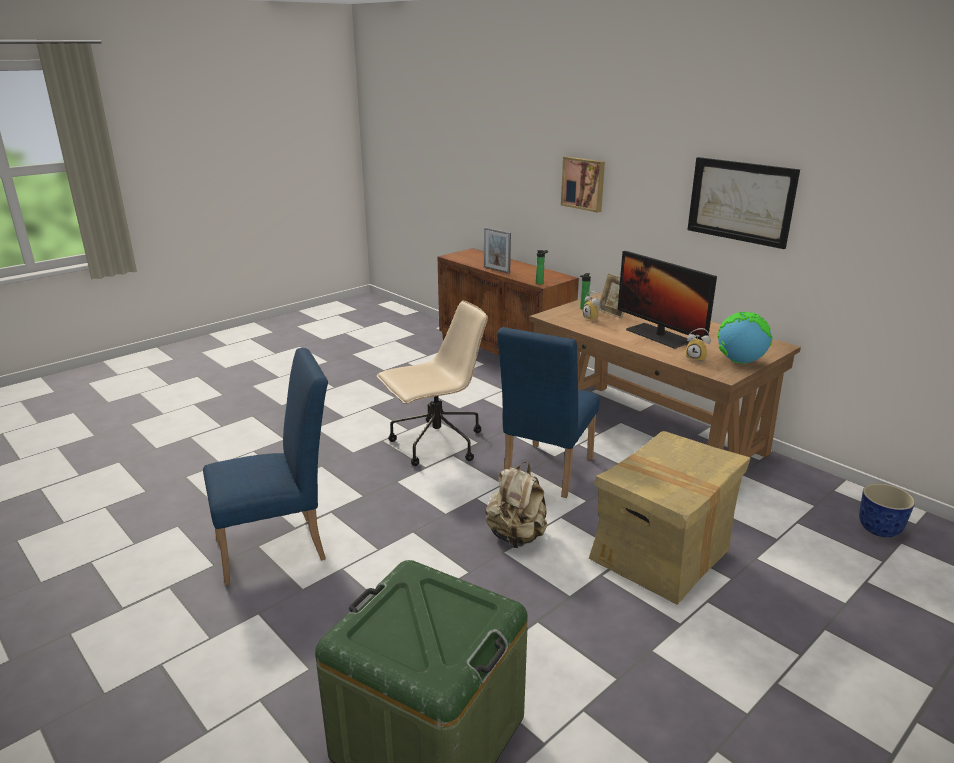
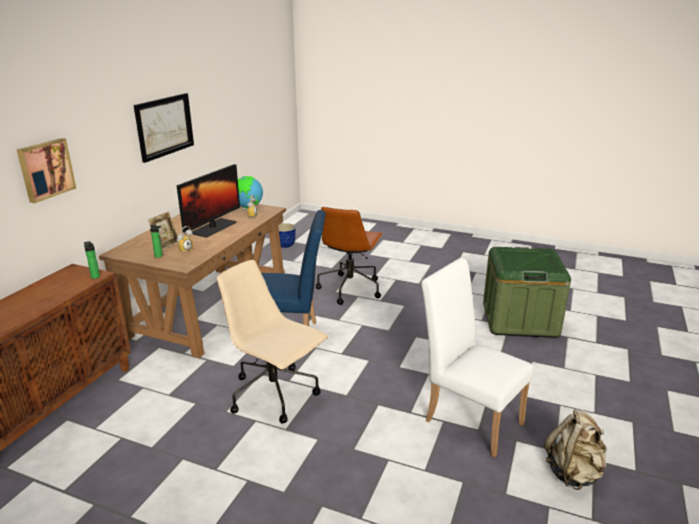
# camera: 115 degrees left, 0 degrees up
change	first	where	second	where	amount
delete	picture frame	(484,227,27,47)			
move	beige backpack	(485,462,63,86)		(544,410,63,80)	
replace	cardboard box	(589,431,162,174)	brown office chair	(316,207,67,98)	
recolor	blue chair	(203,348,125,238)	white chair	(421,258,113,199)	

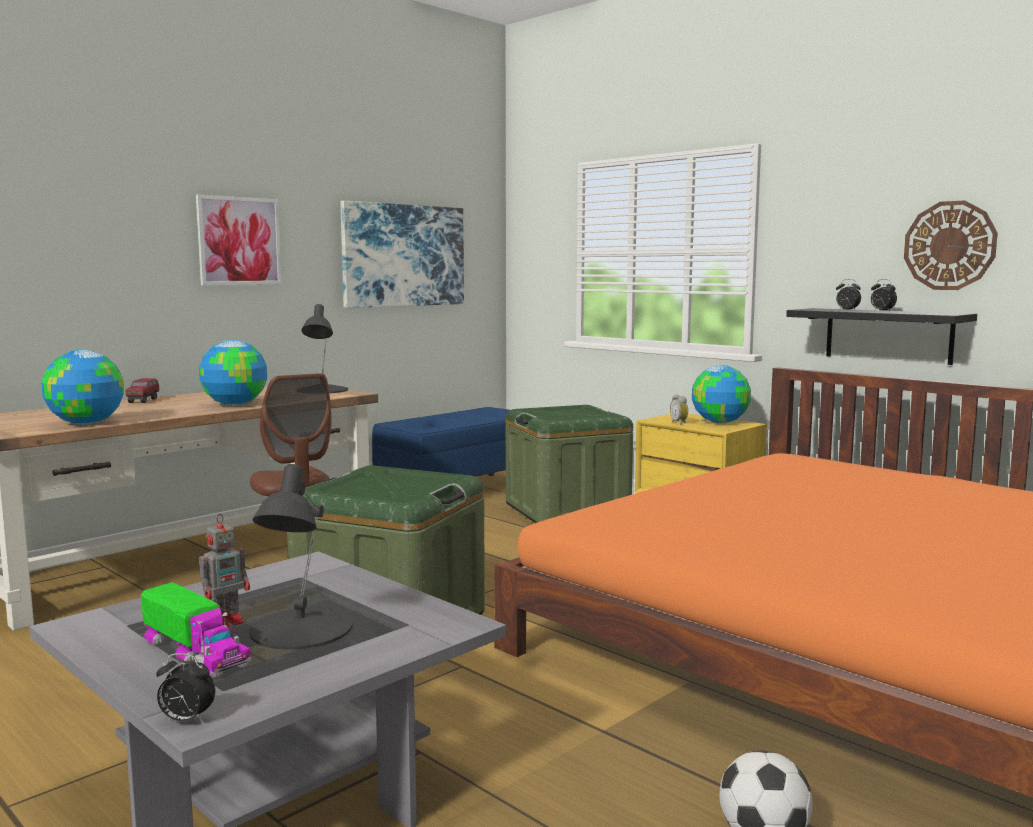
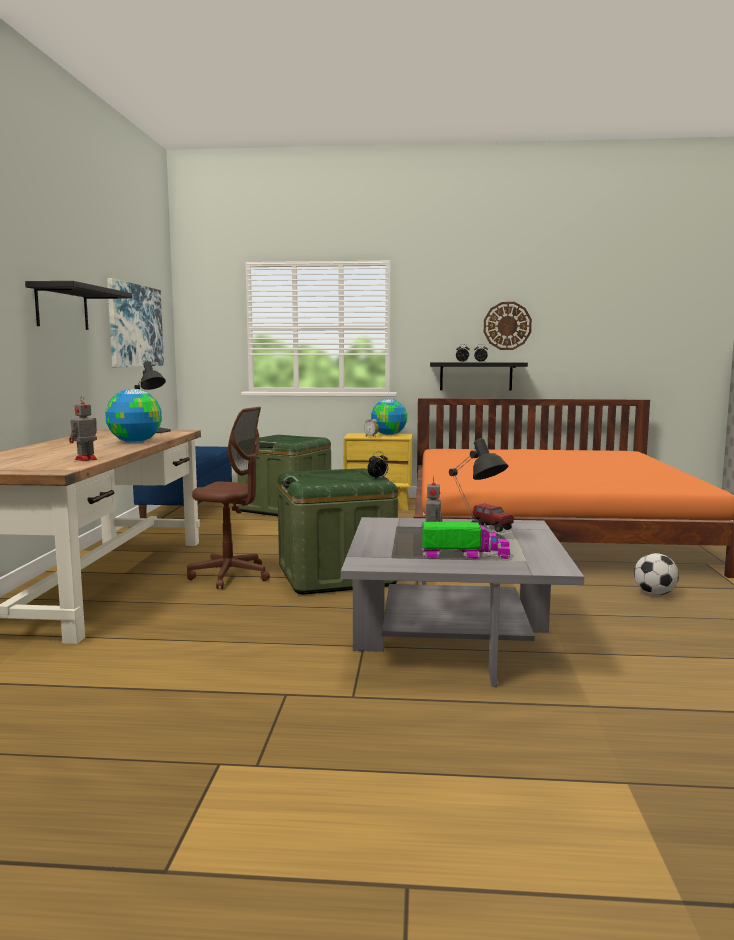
# camera: 40 degrees left, 0 degrees up
change	first	where	second	where	amount
move	toy truck	(125,378,34,25)		(472,504,42,28)	
move	alarm clock	(156,653,59,69)		(367,452,21,27)	
replace	globe	(41,350,83,75)	toy robot	(69,396,28,65)	
replace	picture	(196,195,86,90)	black shelf	(25,281,107,49)	

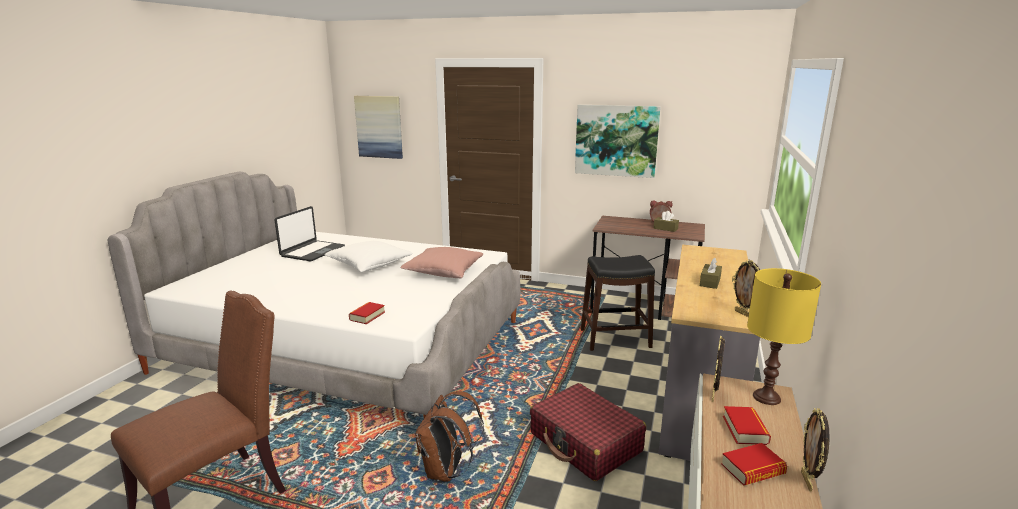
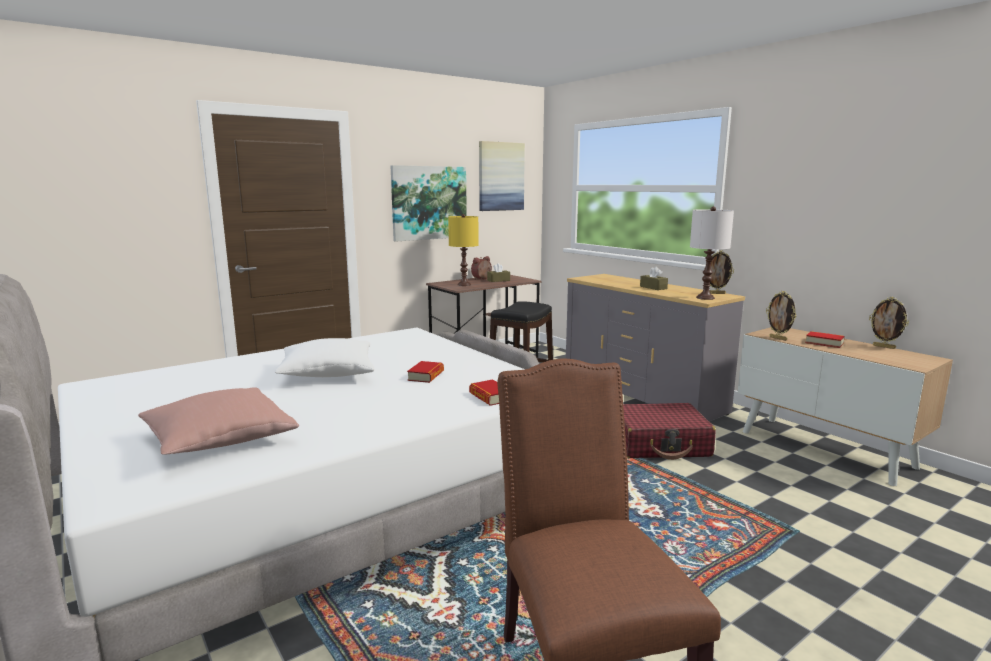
# camera: 55 degrees left, 5 degrees down
change	first	where	second	where	amount
delete	laptop	(275,206,70,55)			
delete	brown backpack	(415,391,69,91)			
insert			white table lamp	(690,207,44,93)	
move	picture	(354,96,49,63)		(479,141,46,70)	
move	pink pillow	(400,247,83,31)		(138,387,161,68)	
move	book	(721,443,66,43)		(407,361,37,22)	
move	yellow table lamp	(747,268,74,137)		(448,214,31,72)	

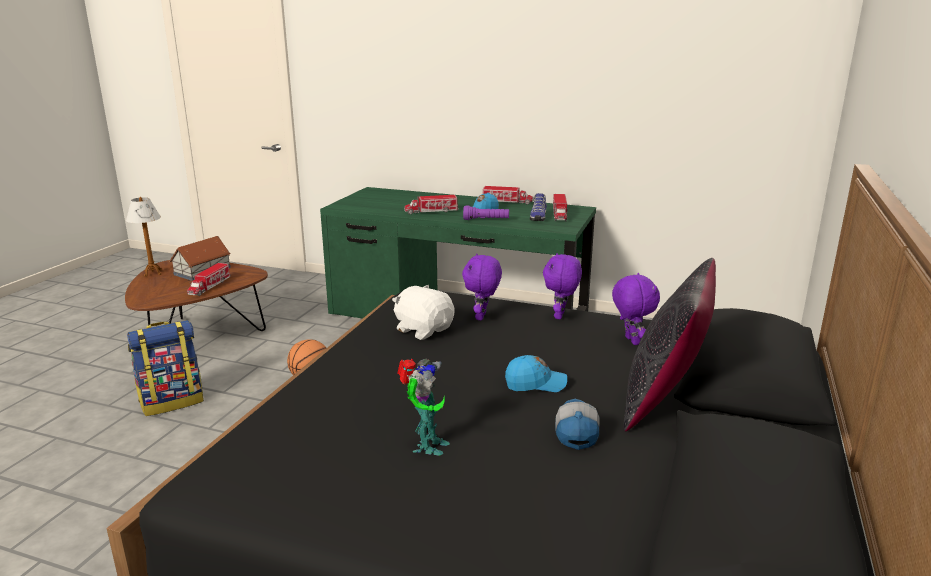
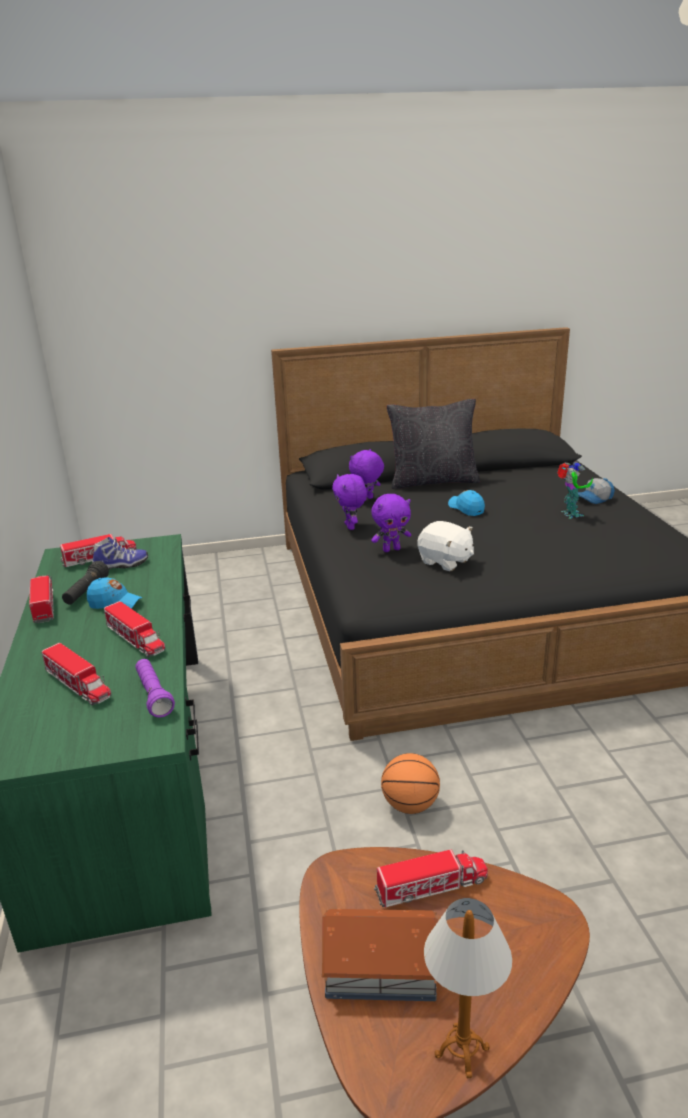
# camera: 120 degrees left, 5 degrees up
change	first	where	second	where	amount
delete	backpack	(127,320,77,96)			
insert			toy truck	(42,643,69,63)	
insert			black flashlight	(62,561,47,43)	
move	purple flashlight	(463,205,46,15)		(135,659,40,59)	
move	cap	(555,399,45,51)		(578,478,37,26)	
rotate	white plush toy	(392,285,63,55)		(417,521,57,50)	60 degrees counterclockwise
rotate	toy robot	(397,359,53,97)		(557,461,36,58)	90 degrees clockwise
rotate	purple plush toy	(543,253,39,66)		(332,474,35,56)	90 degrees clockwise

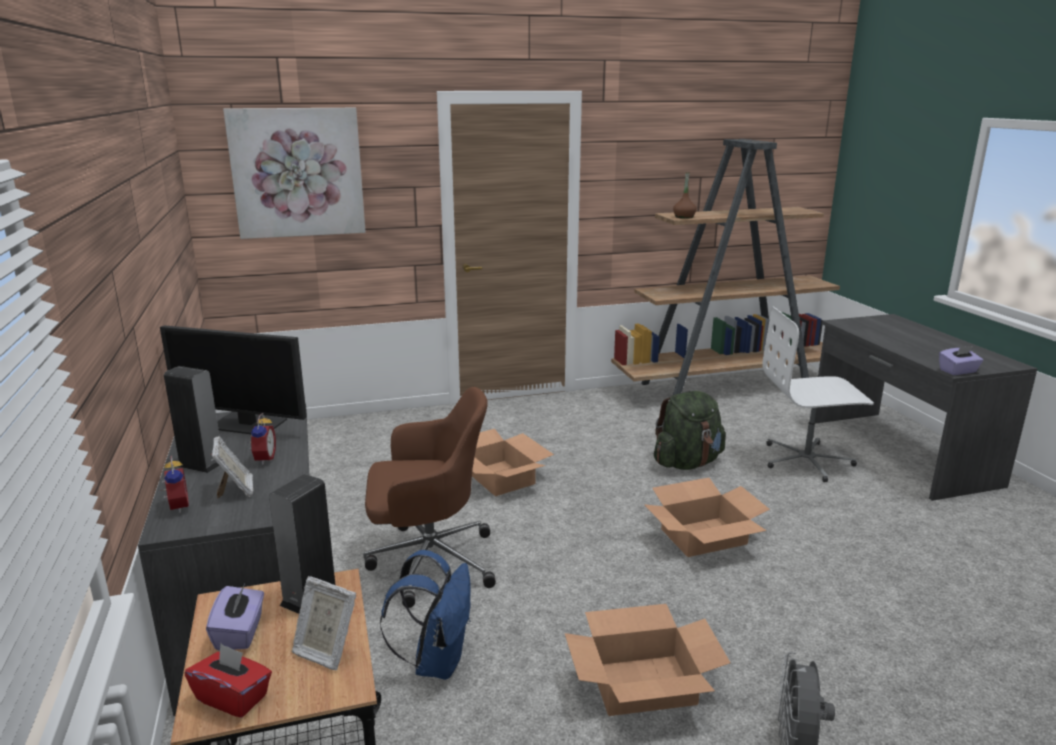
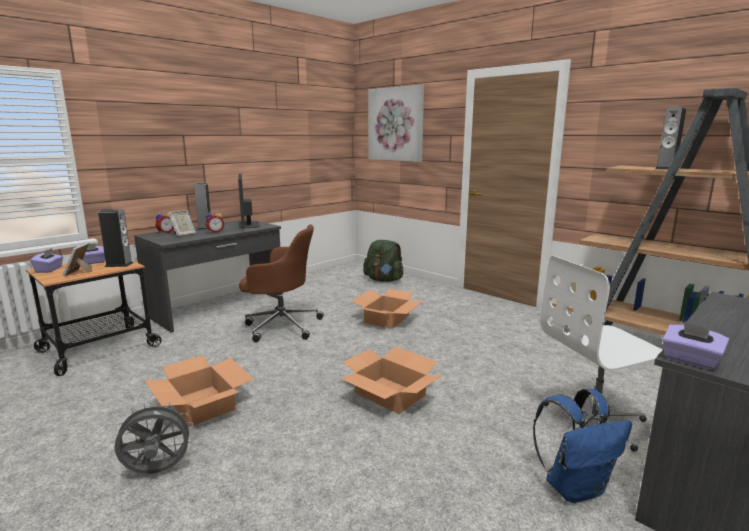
# camera: 60 degrees right, 5 degrees down
change	first	where	second	where	amount
delete	brown bottle	(673,172,24,47)			
insert			speaker	(655,106,31,64)	
move	blue backpack	(380,550,91,130)		(533,389,99,114)	
move	green backpack	(654,391,72,79)		(363,240,40,42)	
recolor	red tissue box	(185,643,87,75)	purple tissue box	(30,248,33,25)	
rotate	brown office chair	(363,387,133,221)		(239,224,85,118)	45 degrees counterclockwise
rotate	white office chair	(762,306,112,176)		(540,256,123,196)	75 degrees counterclockwise

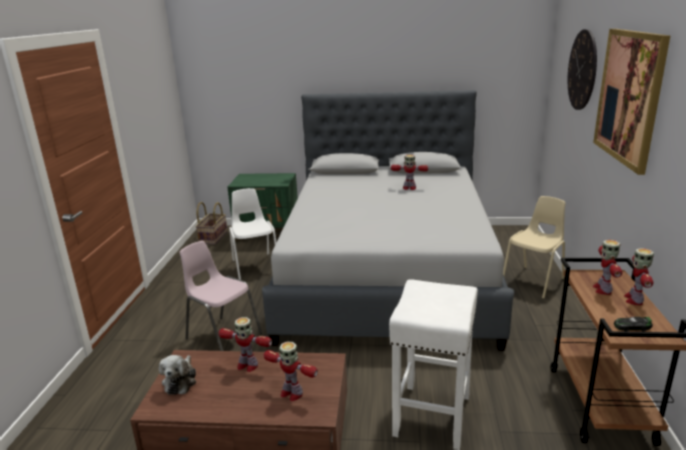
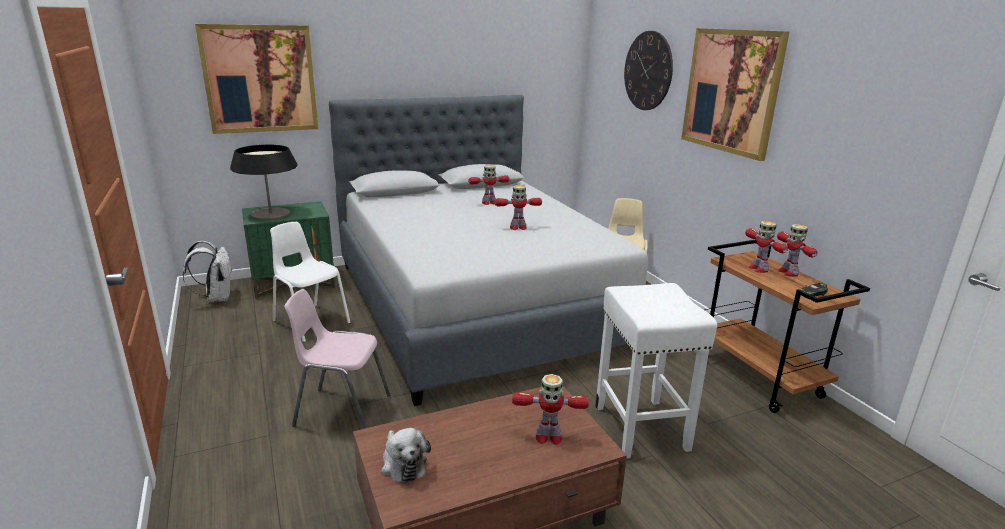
# camera: 30 degrees left, 0 degrees up
change	first	where	second	where	amount
insert			picture	(195,24,123,110)	
insert			table lamp	(230,145,68,75)	
move	toy robot	(218,317,54,55)		(495,185,47,45)	
replace	basket	(196,202,32,43)	white backpack	(182,241,51,61)	

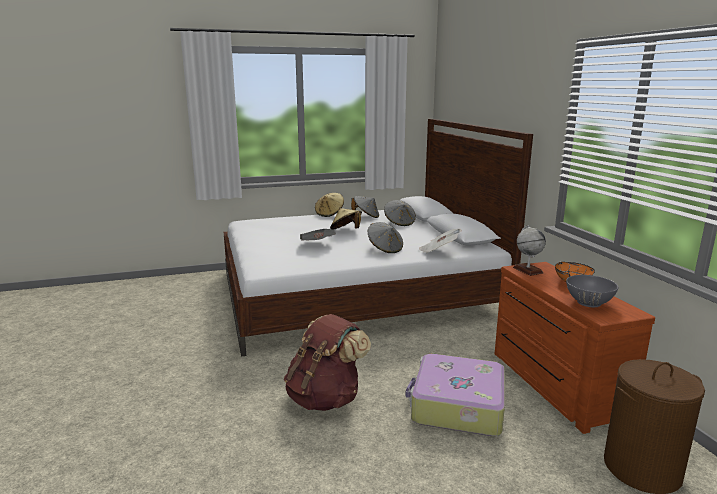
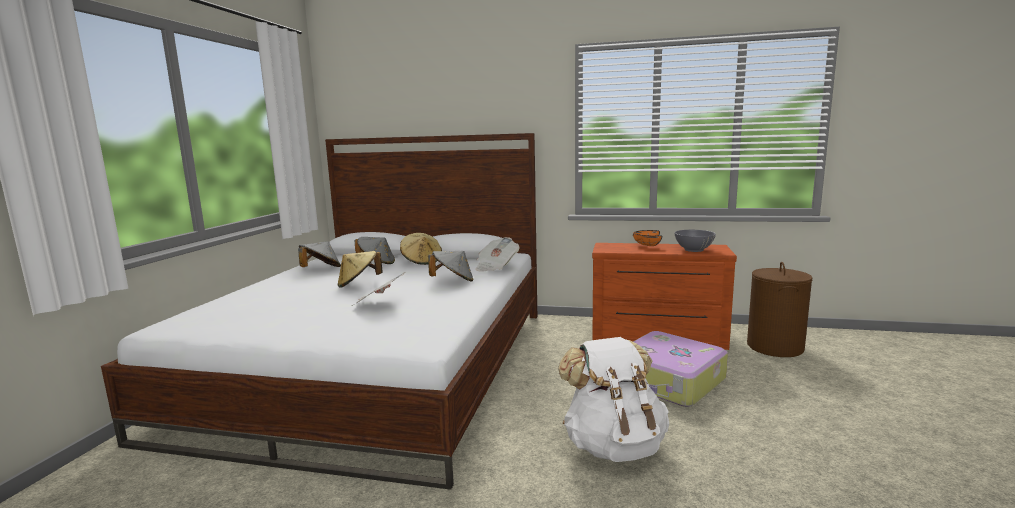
# camera: 60 degrees left, 5 degrees down
change	first	where	second	where	amount
delete	globe	(513,225,33,51)			
move	beige hat	(315,193,29,24)		(400,233,42,32)	
recolor	brown backpack	(284,314,87,97)	white backpack	(558,337,111,125)	

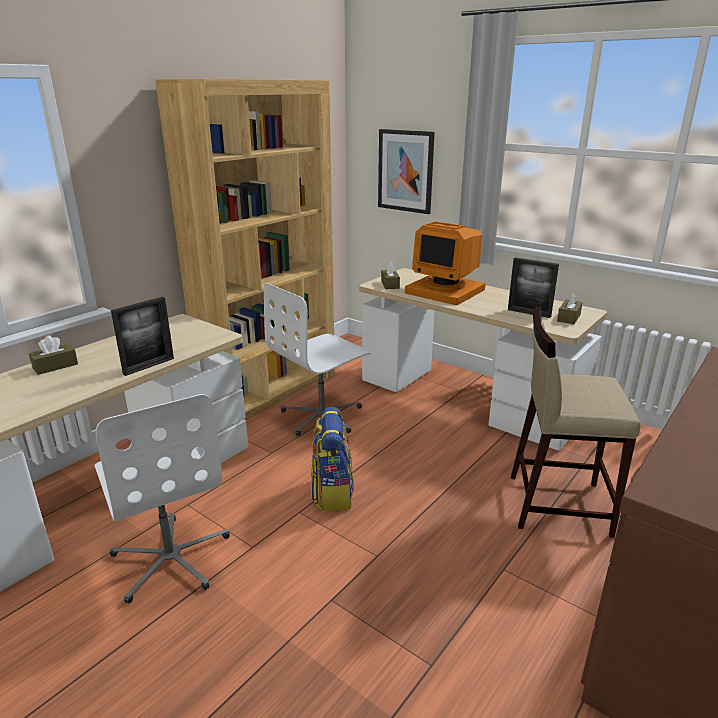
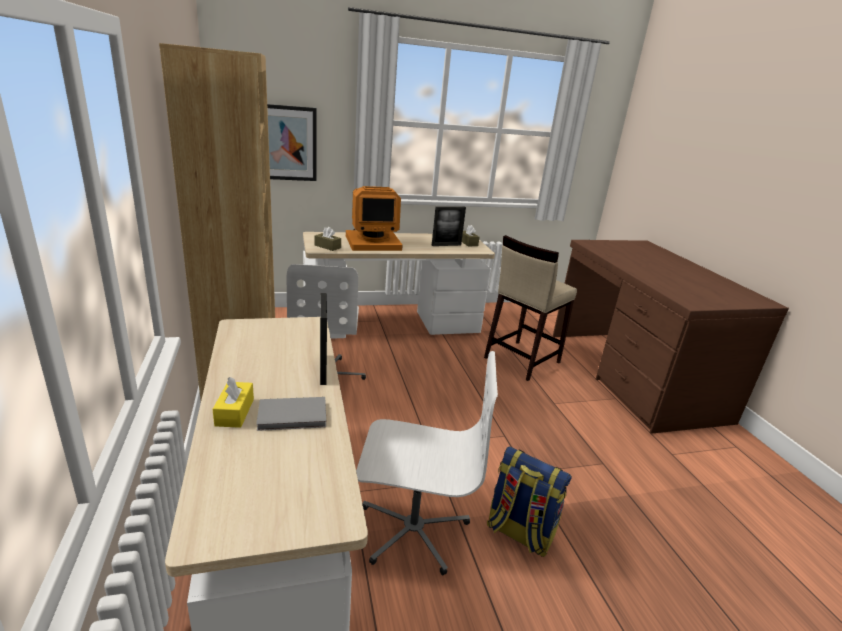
# camera: 55 degrees left, 0 degrees up
change	first	where	second	where	amount
insert			grey book	(256,397,70,34)	
move	backpack	(311,407,43,104)		(487,446,85,111)	
recolor	brown tissue box	(29,336,49,39)	yellow tissue box	(213,377,41,51)	

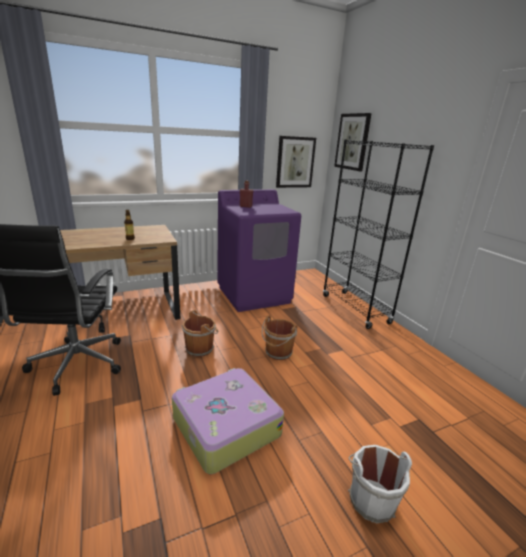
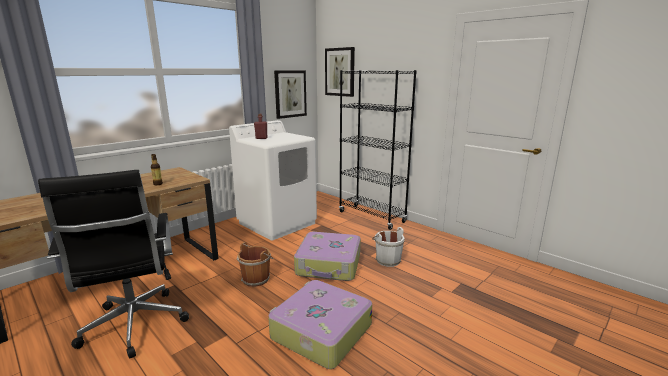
# camera: 20 degrees left, 5 degrees down
change	first	where	second	where	amount
move	white bucket	(348,445,64,78)		(372,227,33,40)	
replace	brown bucket	(262,315,36,45)	suitcase	(294,232,67,49)	
recolor	purple washing machine	(217,189,84,123)	white washing machine	(229,120,88,121)	

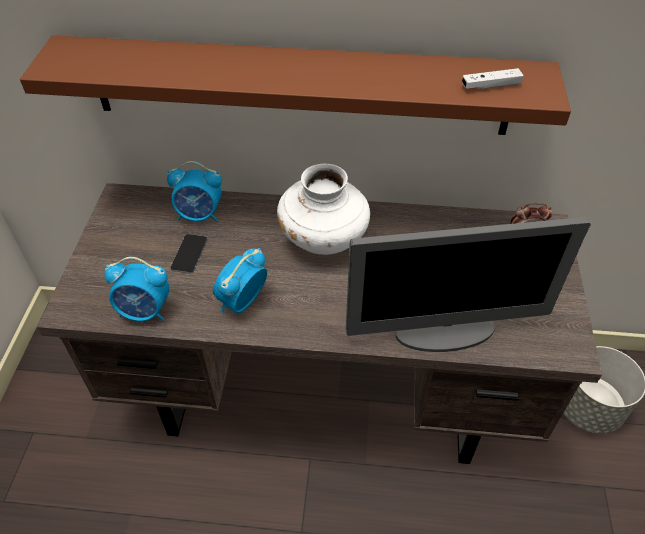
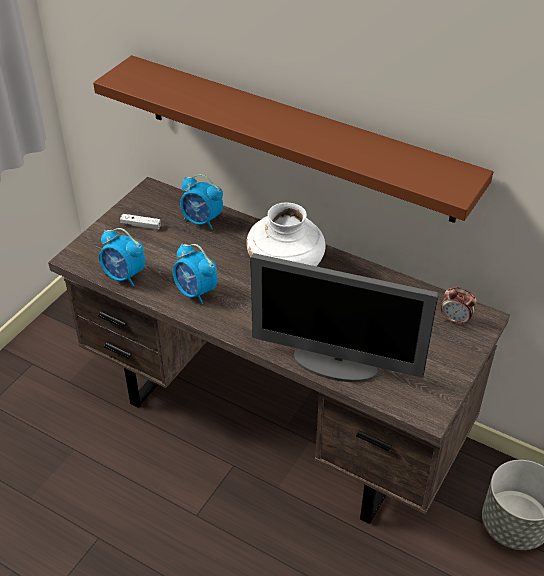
# camera: 25 degrees right, 5 degrees down
change	first	where	second	where	amount
delete	phone	(170,234,37,40)			
move	white game controller	(462,68,62,21)		(120,214,41,16)	
rotate	alarm clock	(213,248,54,66)		(173,243,44,61)	105 degrees counterclockwise

